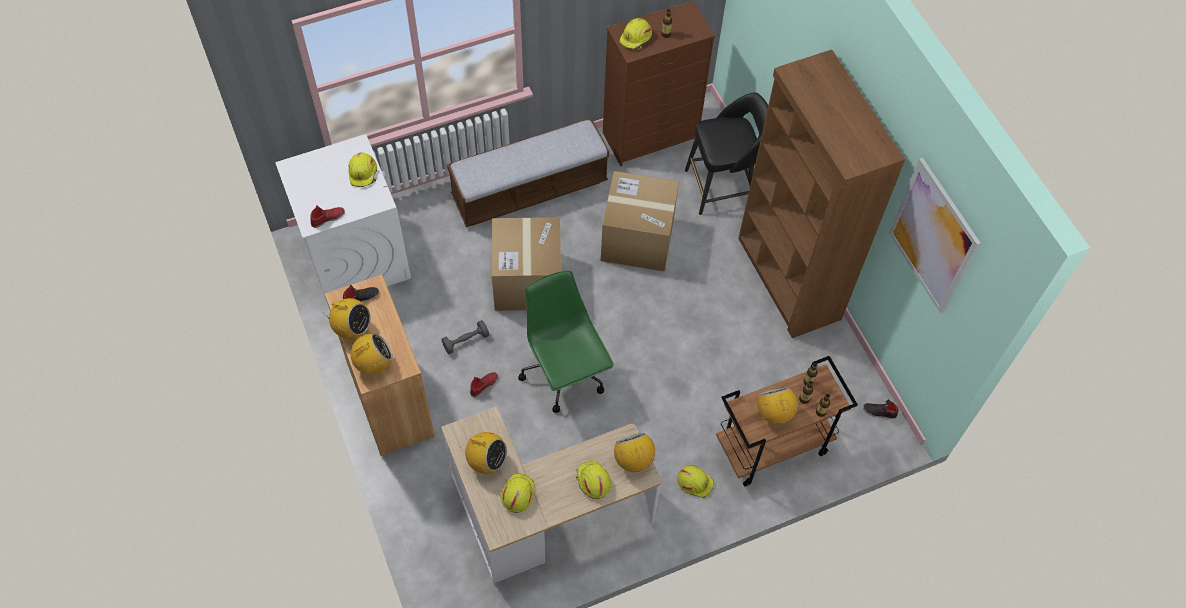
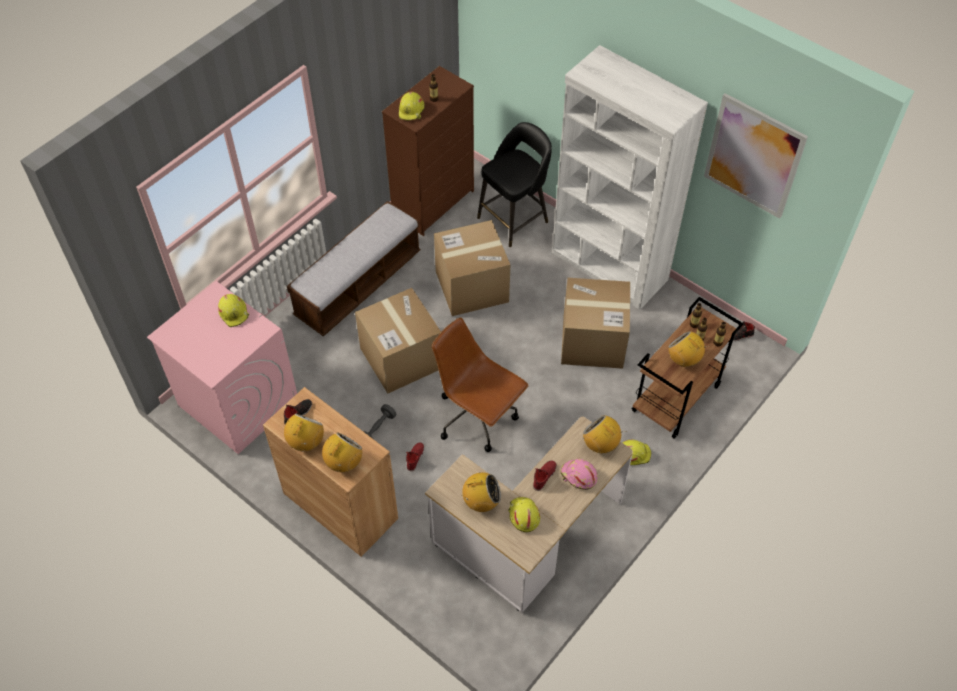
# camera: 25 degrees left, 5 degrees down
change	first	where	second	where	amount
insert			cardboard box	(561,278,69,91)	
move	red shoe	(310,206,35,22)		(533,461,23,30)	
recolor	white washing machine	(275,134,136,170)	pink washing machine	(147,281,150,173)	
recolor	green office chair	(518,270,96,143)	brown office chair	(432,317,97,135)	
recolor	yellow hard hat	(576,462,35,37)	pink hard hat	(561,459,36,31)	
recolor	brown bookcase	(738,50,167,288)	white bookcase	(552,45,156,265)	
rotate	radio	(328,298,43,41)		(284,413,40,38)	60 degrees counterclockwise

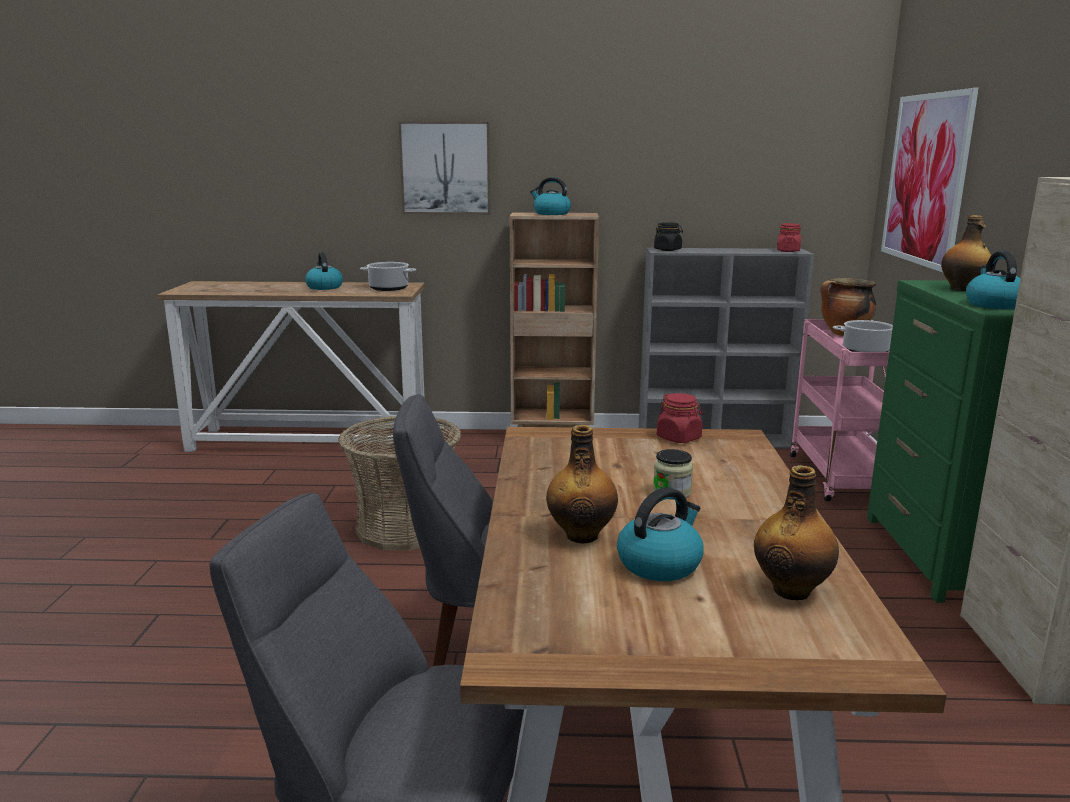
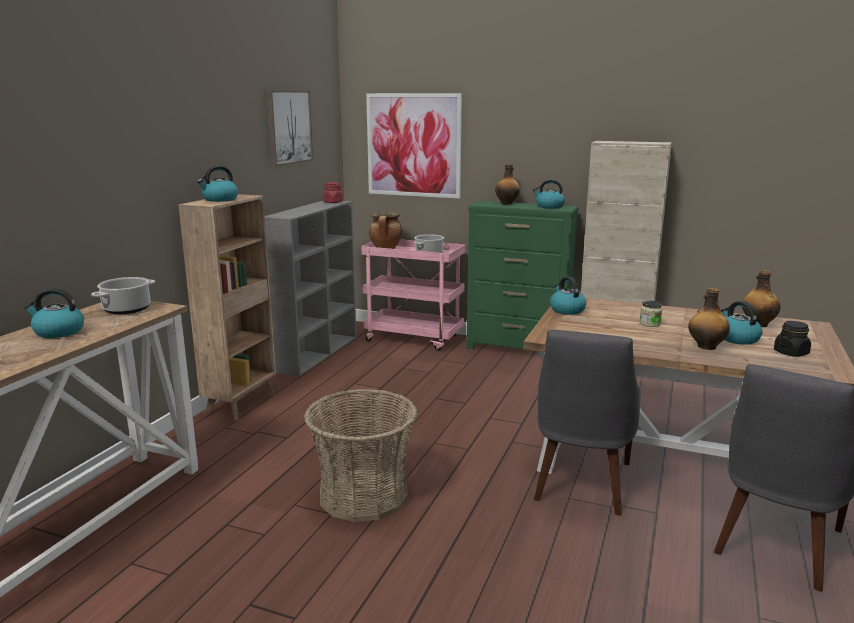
# camera: 70 degrees left, 0 degrees up
change	first	where	second	where	amount
move	picture	(398,121,93,93)		(266,90,47,76)	
move	black jar	(654,222,29,29)		(774,321,37,36)	
replace	red jar	(657,393,46,50)	kettle	(550,277,37,38)	

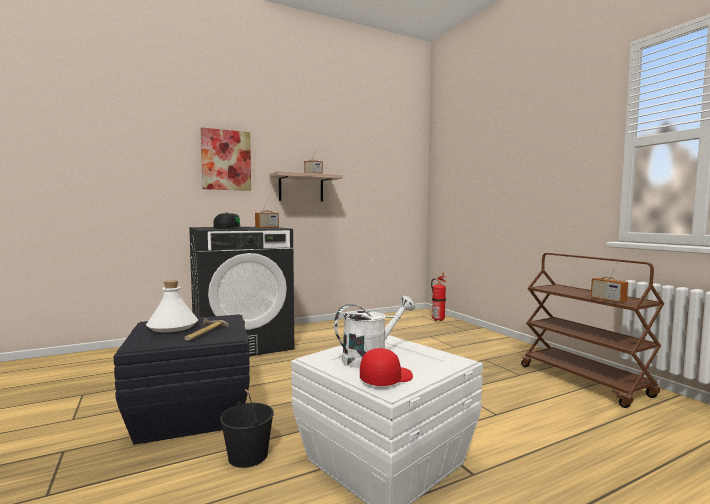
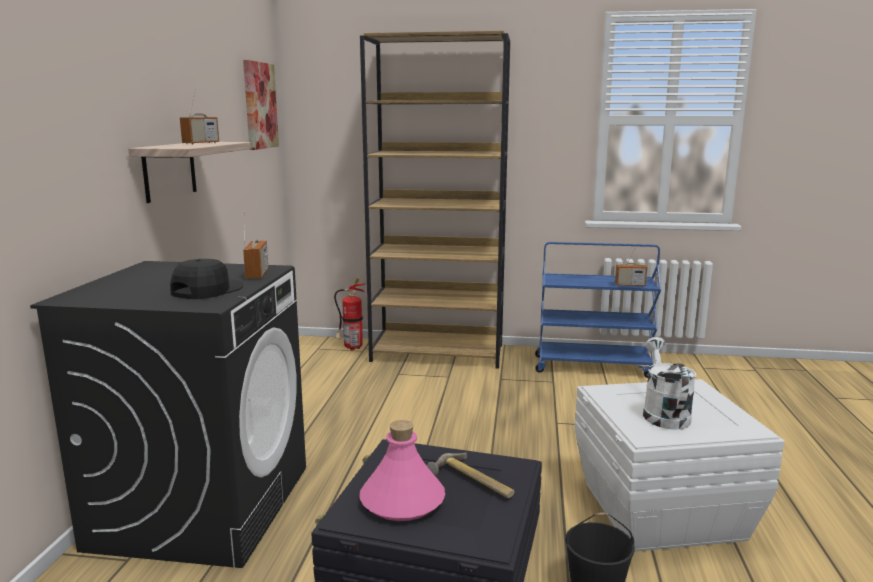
# camera: 55 degrees left, 10 degrees up
change	first	where	second	where	amount
delete	red cap	(360,348,53,38)			
insert			brown bookcase	(360,31,150,338)	
move	picture	(201,127,50,64)		(243,60,36,90)	
recolor	white bottle	(146,280,52,53)	pink bottle	(360,420,85,101)	
recolor	brown cart	(521,253,143,155)	blue cart	(535,242,126,136)	

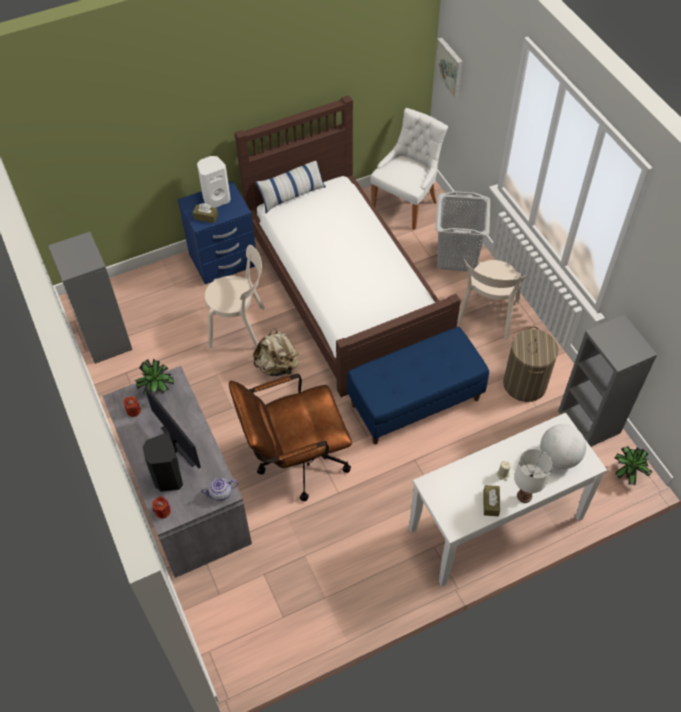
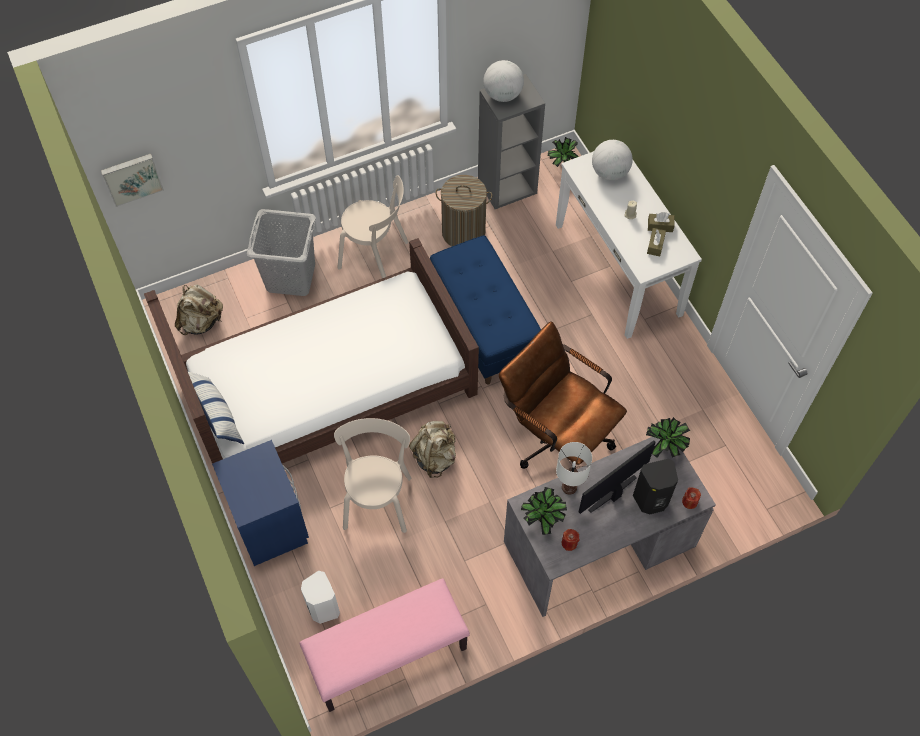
# camera: 90 degrees left, 5 degrees up
change	first	where	second	where	amount
insert			globe	(483,60,41,42)	
move	brown tissue box	(193,203,25,20)		(647,228,19,28)	
move	white speaker	(197,156,34,52)		(301,571,39,53)	
move	white table lamp	(514,449,38,54)		(556,442,36,52)	
replace	grey bookcase	(48,232,85,132)	pink bench	(300,578,170,134)	
replace	teapot	(201,478,37,23)	potted plant	(646,417,44,41)	
replace	white chair	(370,108,78,122)	beige backpack	(175,284,48,51)	
rotate	brown office chair	(229,374,123,127)		(499,322,128,147)	150 degrees clockwise

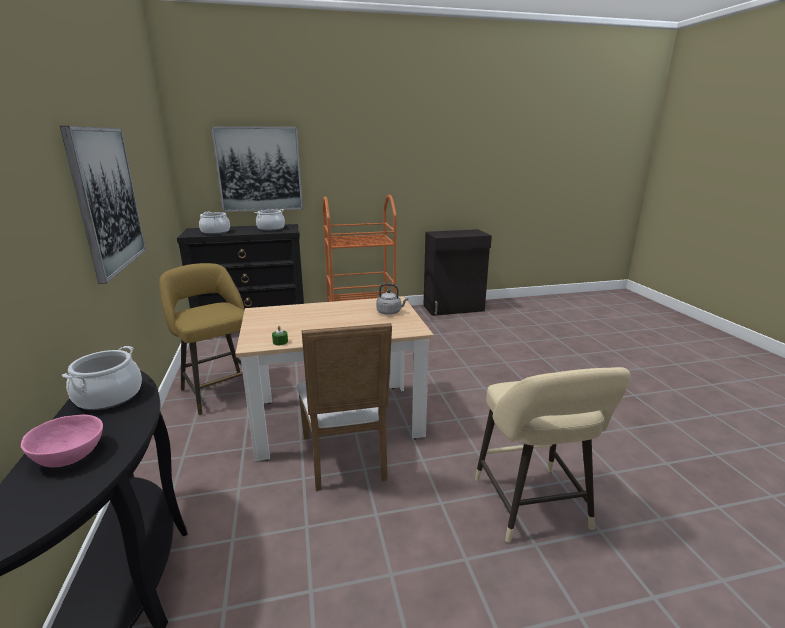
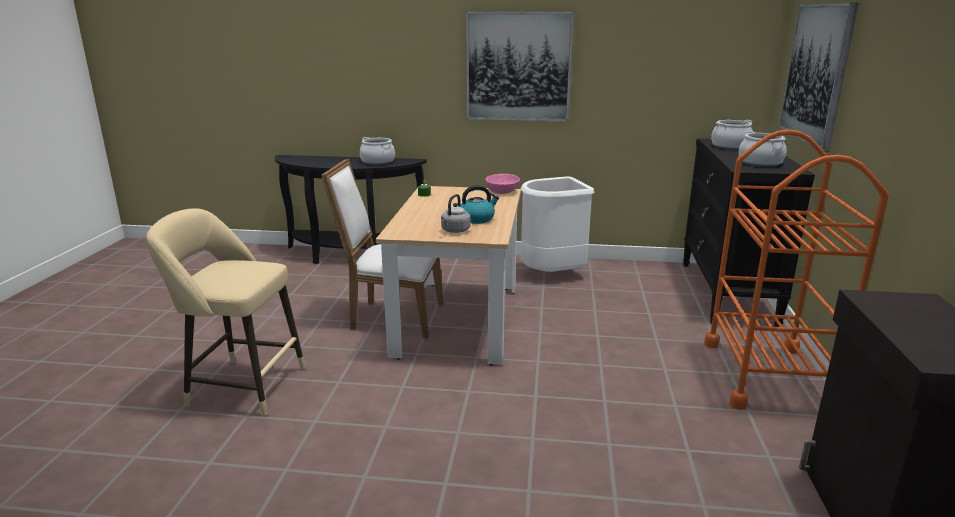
# camera: 110 degrees right, 0 degrees up
change	first	where	second	where	amount
insert			kettle	(460,185,39,39)	
move	pink bowl	(21,414,82,53)		(486,174,34,20)	
replace	yellow stool	(159,263,86,152)	white trash can	(521,176,73,96)	

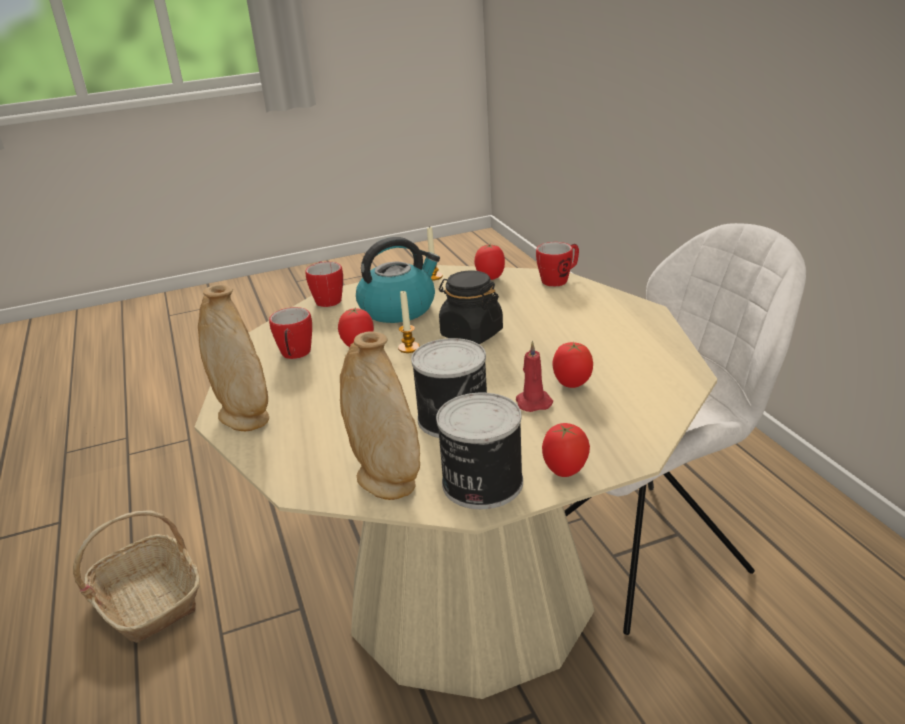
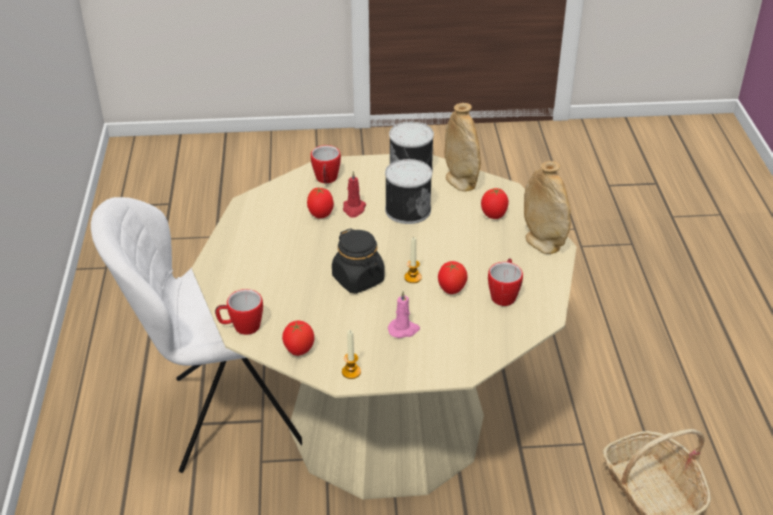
# camera: 165 degrees left, 10 degrees up
change	first	where	second	where	amount
move	mug	(305,261,38,46)		(311,145,30,38)	
move	tomato	(542,423,48,54)		(481,188,28,31)	
replace	kettle	(356,237,84,86)	pink candle	(388,291,32,47)	

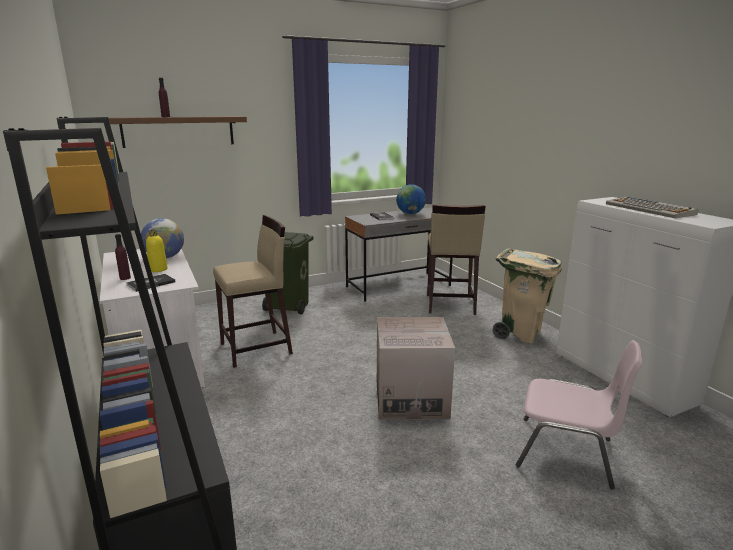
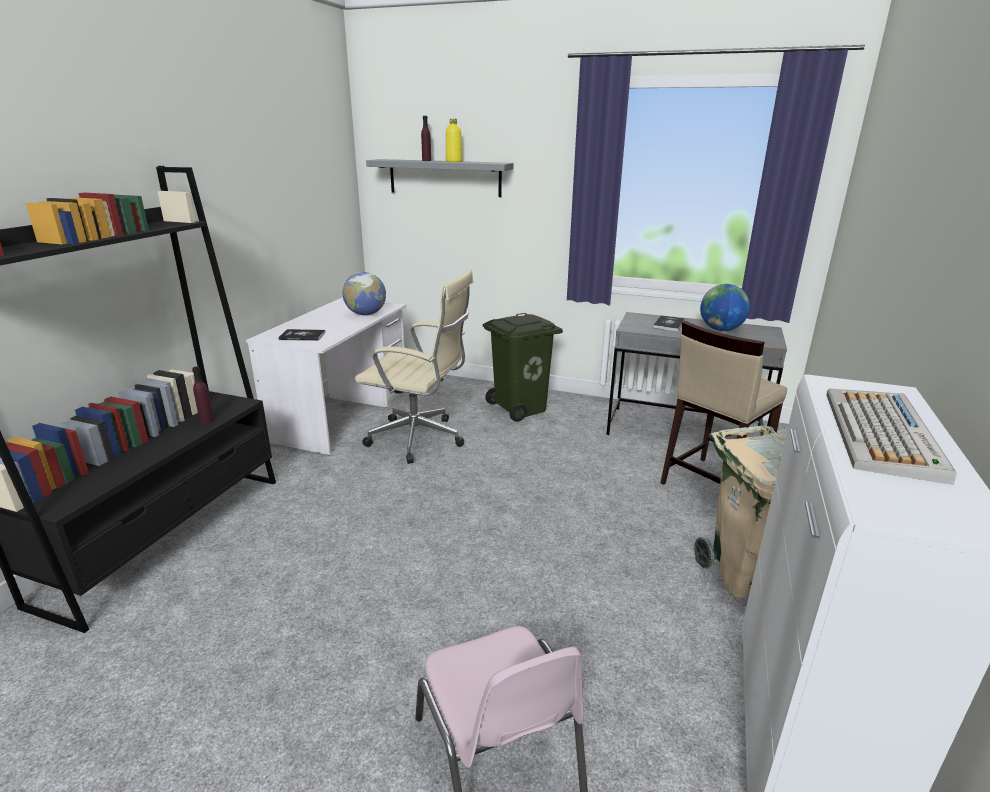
# camera: 45 degrees right, 5 degrees up
change	first	where	second	where	amount
delete	cardboard box	(377,317,78,103)			
move	purple bottle	(115,234,16,46)		(192,366,22,58)	
move	yellow bottle	(146,230,22,42)		(446,119,17,43)	
replace	beige stool	(213,215,80,153)	beige office chair	(355,269,118,195)	
recolor	brown shelf	(108,116,139,32)	grey shelf	(366,159,148,38)	

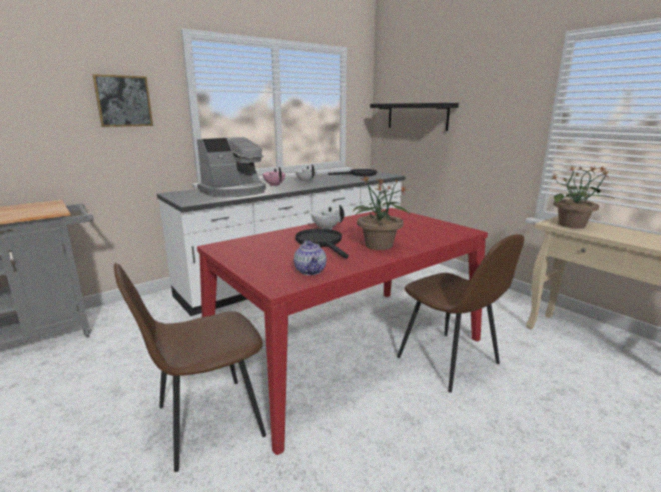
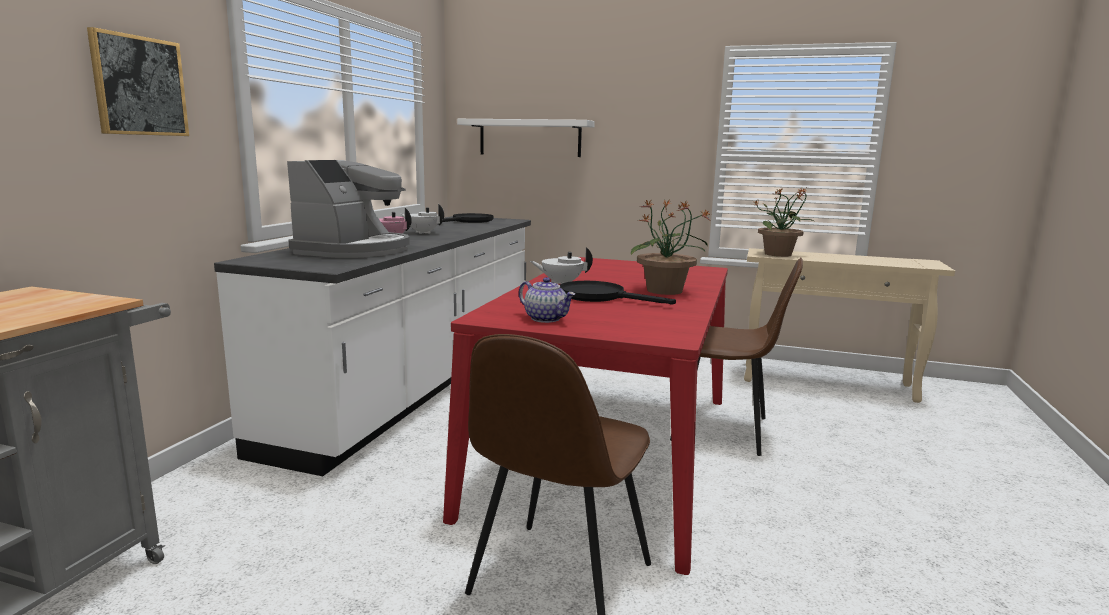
# camera: 35 degrees left, 5 degrees down
change	first	where	second	where	amount
move	teapot	(294,240,32,35)		(519,277,56,46)	
recolor	black shelf	(370,103,89,28)	white shelf	(457,119,138,38)	

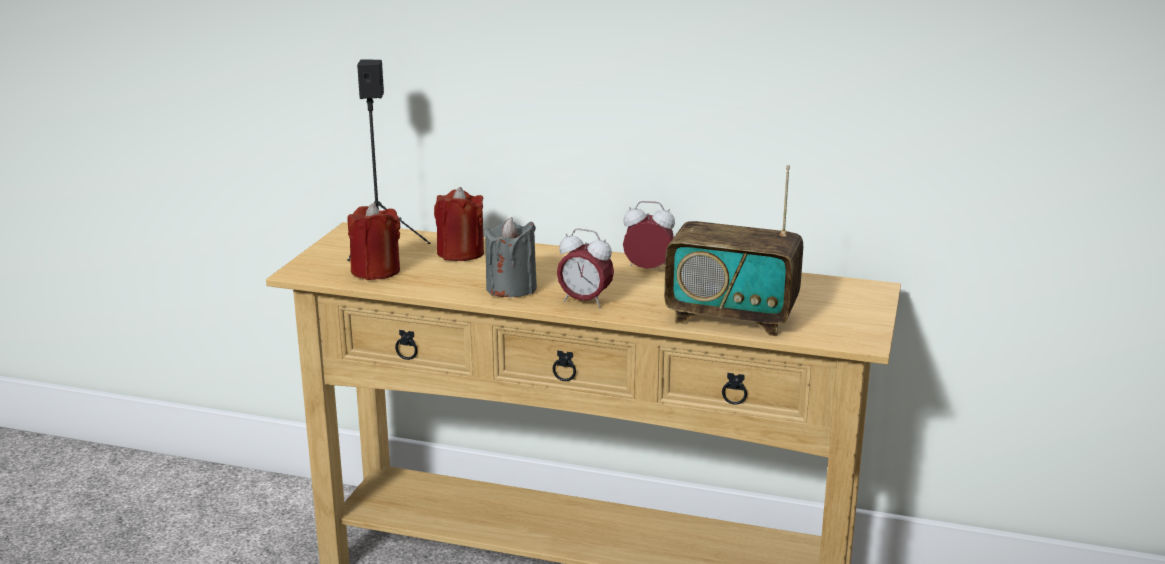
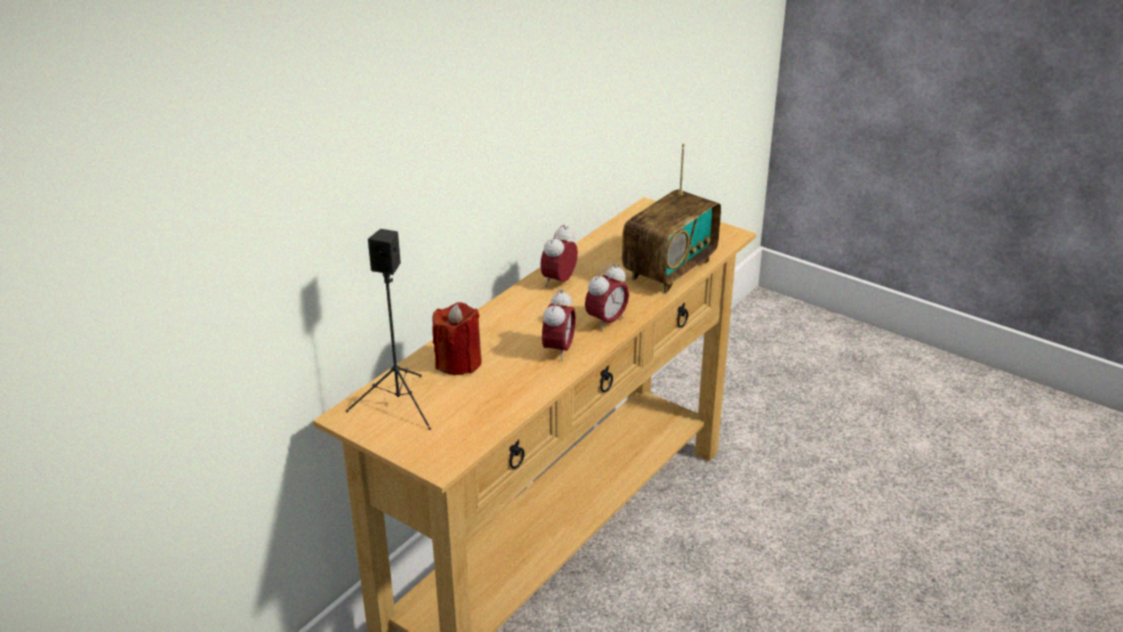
# camera: 70 degrees left, 10 degrees up
change	first	where	second	where	amount
delete	red candle	(348,202,52,78)			
replace	grey candle	(485,217,52,80)	alarm clock	(542,289,34,72)	

